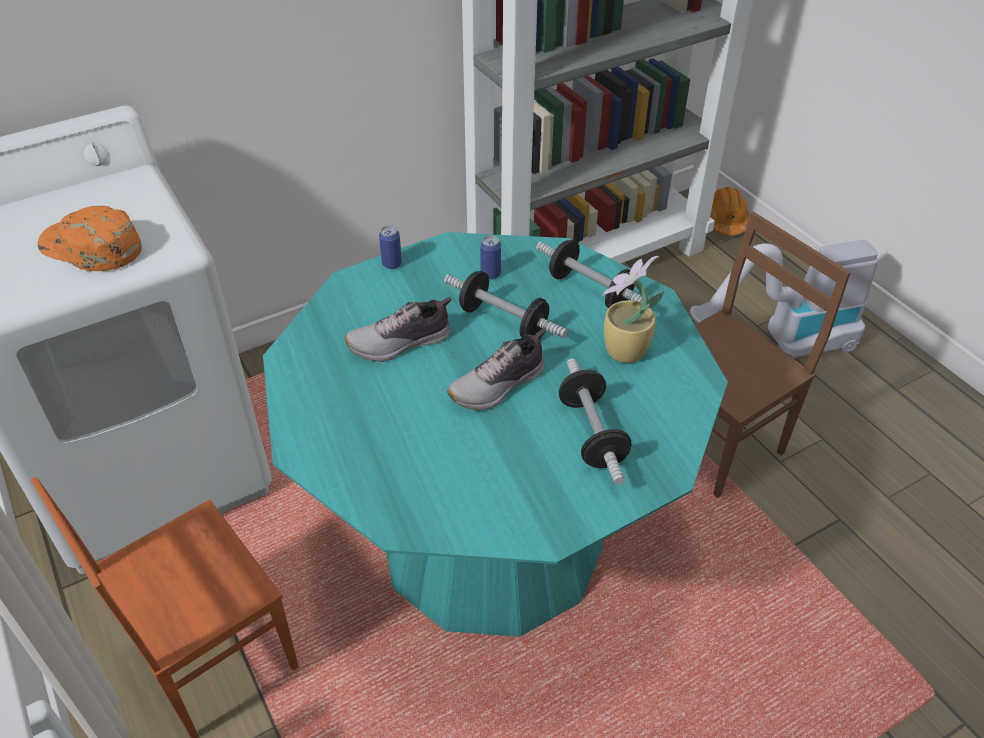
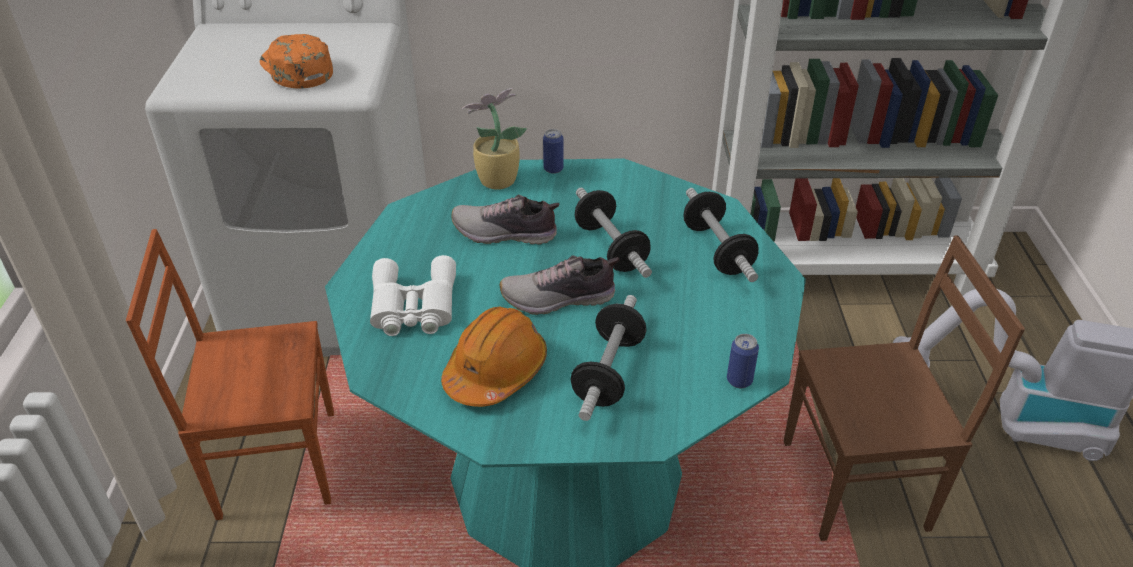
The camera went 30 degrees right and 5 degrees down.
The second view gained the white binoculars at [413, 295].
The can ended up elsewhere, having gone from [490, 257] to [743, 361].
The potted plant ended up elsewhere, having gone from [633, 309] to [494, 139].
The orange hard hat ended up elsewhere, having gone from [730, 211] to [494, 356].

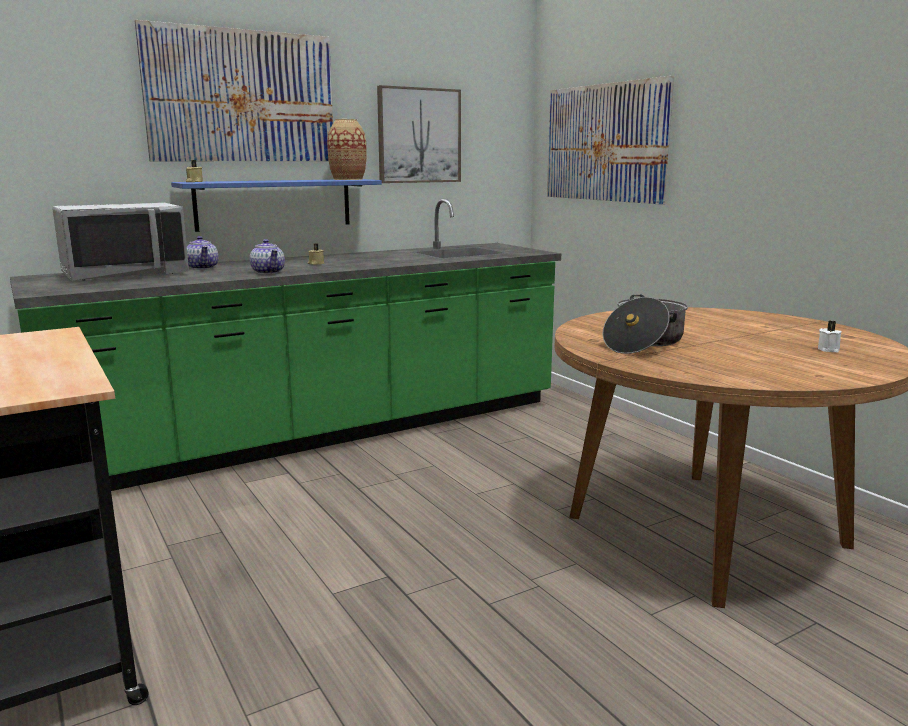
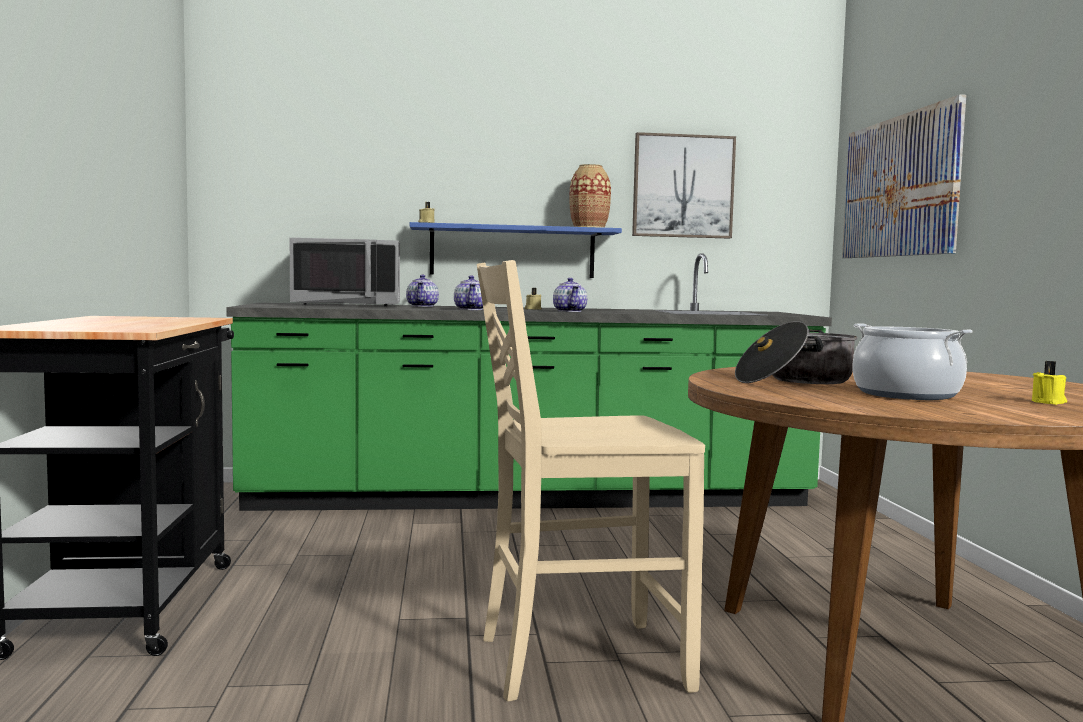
The camera went 25 degrees right and 10 degrees down.
The second view lost the picture at [234, 91].
The second view gained the beige chair at [591, 481].
The second view gained the teapot at [570, 295].
The second view gained the cooking pot at [912, 361].
What was the white candle at [830, 337] turned into the yellow candle at [1049, 383].

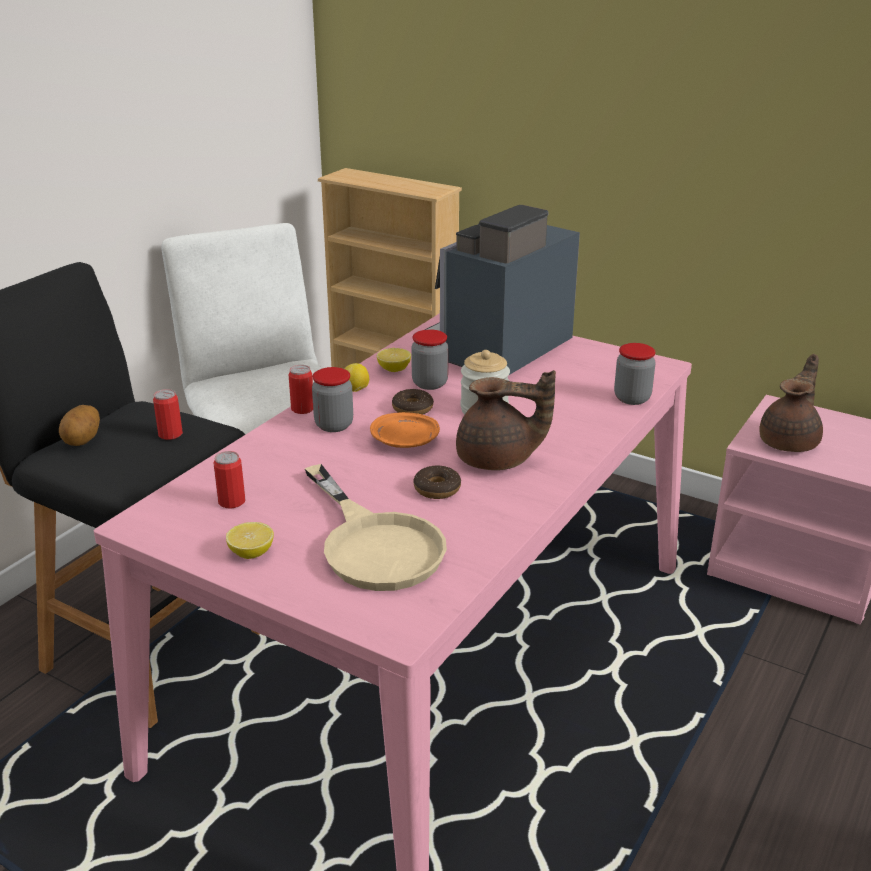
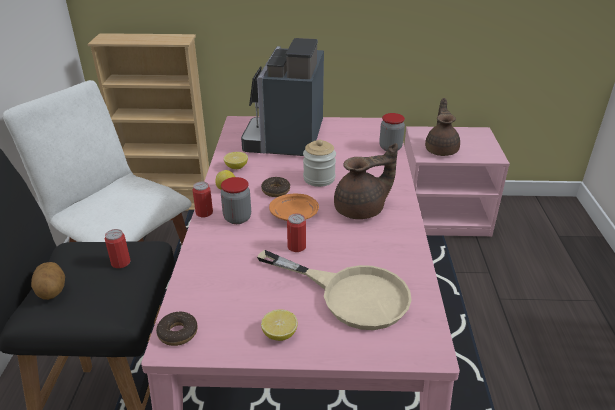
The camera went 30 degrees left and 5 degrees up.
The second view lost the jar at [429, 359].
The can ended up elsewhere, having gone from [230, 480] to [296, 233].
The donut ended up elsewhere, having gone from [437, 482] to [177, 329].

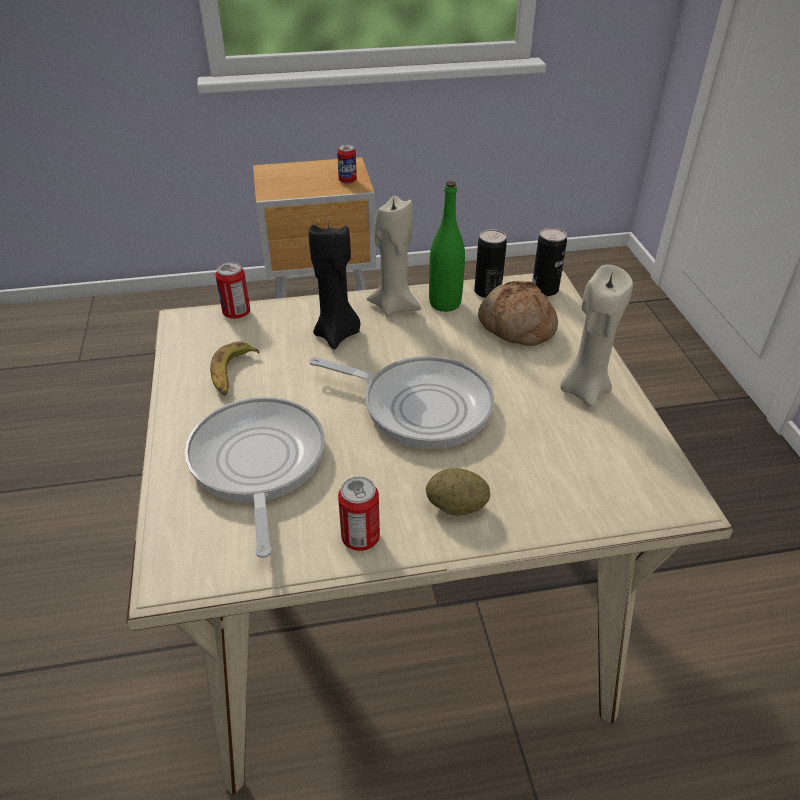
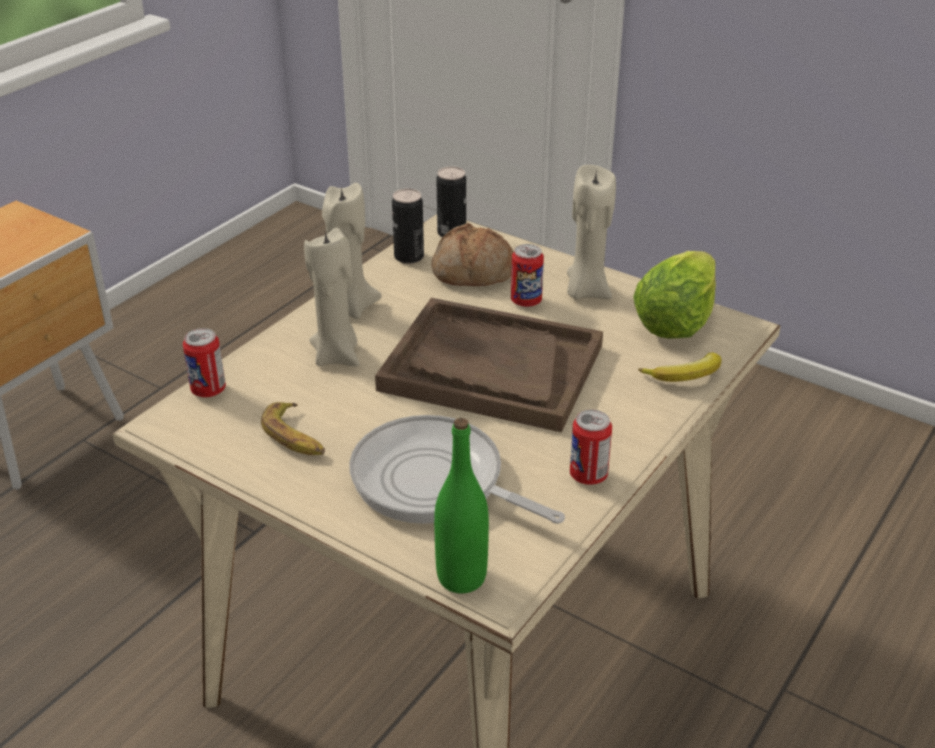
The camera went 45 degrees left and 5 degrees down.
The second view lost the potato at [458, 492].
The second view gained the lettuce at [674, 295].
The second view gained the banana at [679, 367].
The can ended up elsewhere, having gone from [347, 164] to [527, 275].
The green bottle ended up elsewhere, having gone from [447, 246] to [461, 505].
Where the frying pan stood at [401, 402], the brown tray came to stand at [489, 365].
What was the black candle at [334, 285] turned into the beige candle at [332, 297].

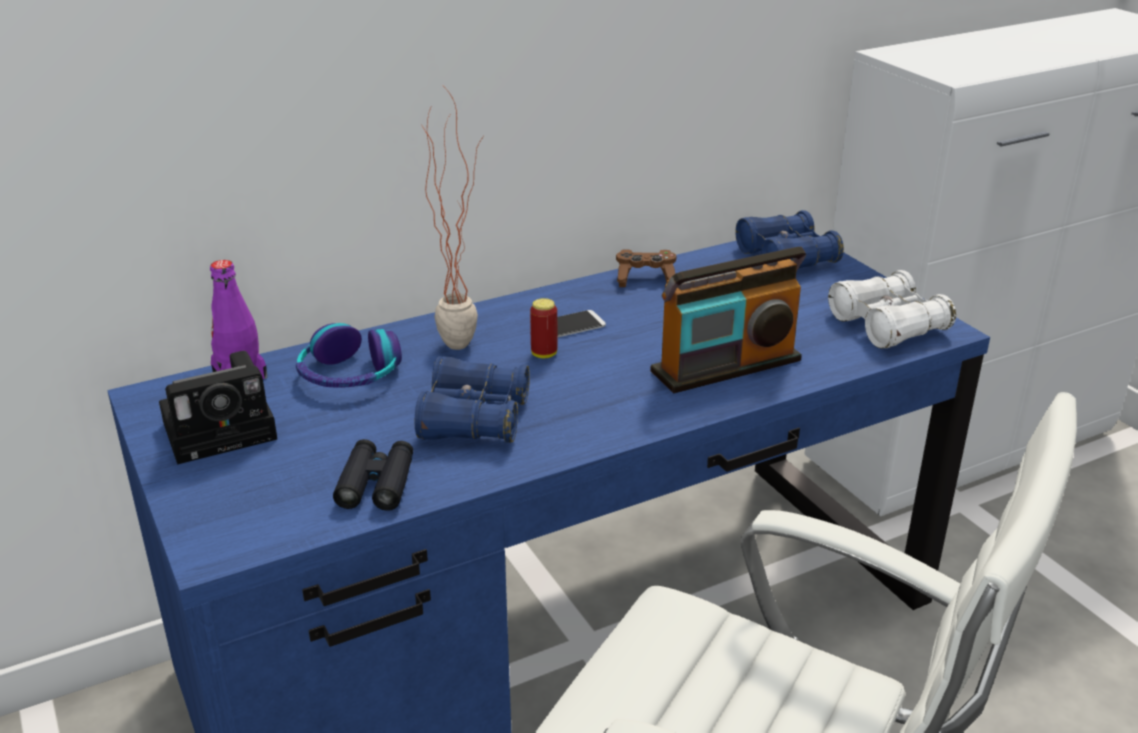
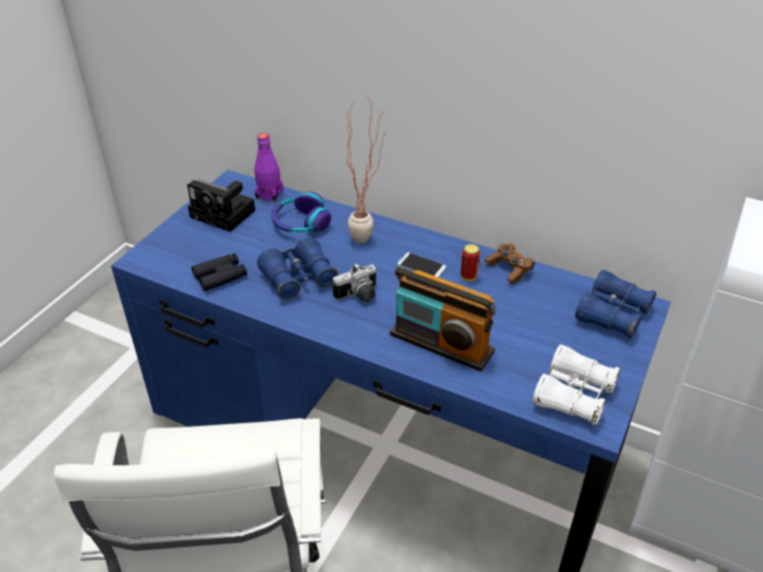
The camera went 55 degrees right and 10 degrees up.
The second view gained the photo camera at [354, 282].
The can ended up elsewhere, having gone from [543, 328] to [470, 262].

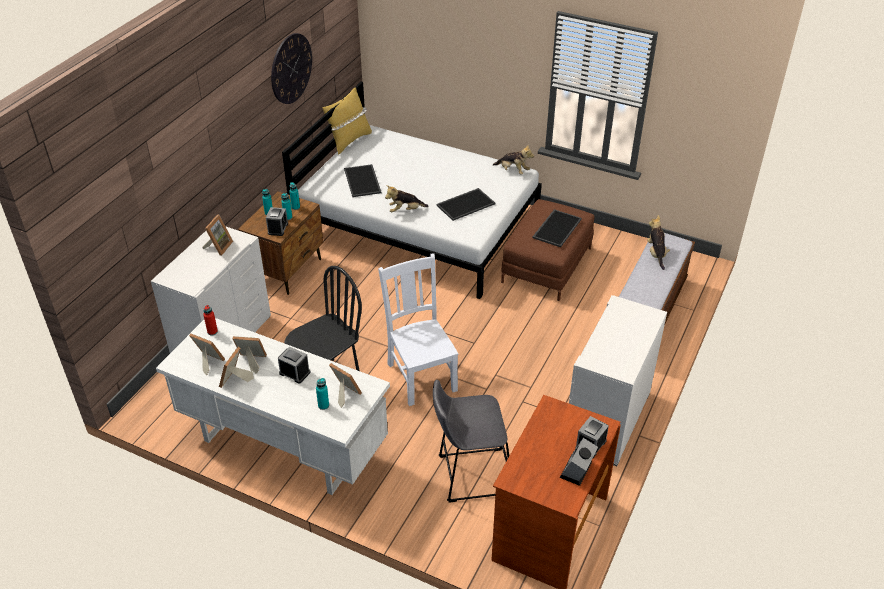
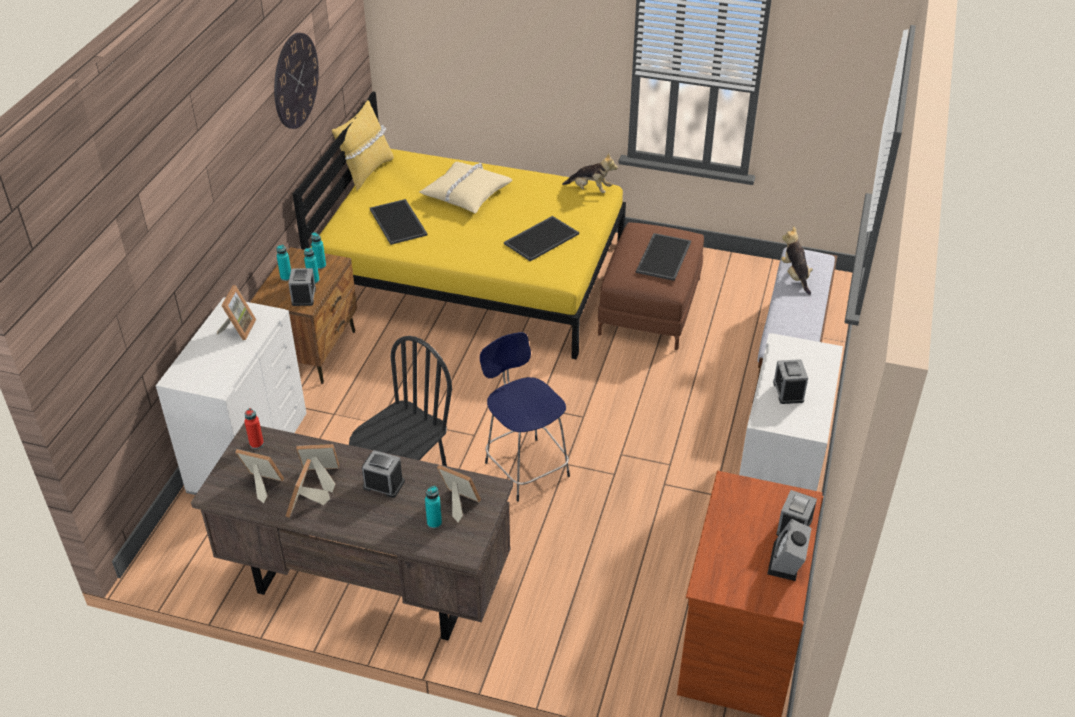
The camera went 10 degrees left and 0 degrees up.
The second view lost the plush toy at [406, 198].
The second view lost the grey stool at [471, 441].
The second view gained the beige pillow at [466, 187].
The second view gained the alarm clock at [790, 381].
Where the white chair stood at [418, 329], the blue stool came to stand at [525, 416].
What was the white desk at [273, 406] turned into the brown desk at [352, 531].
What was the white bed at [412, 190] turned into the yellow bed at [459, 225].

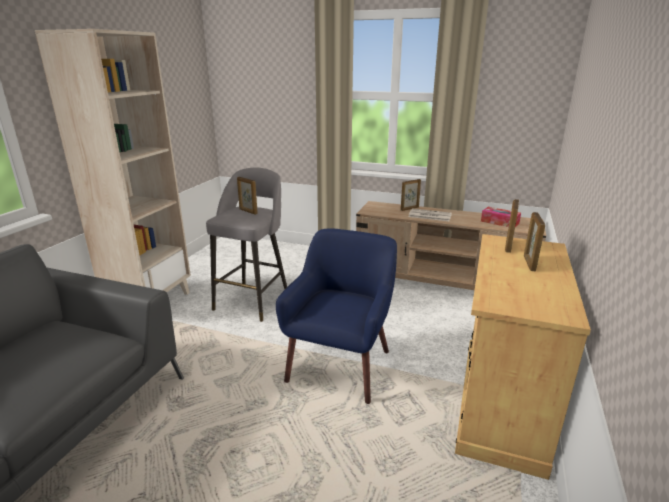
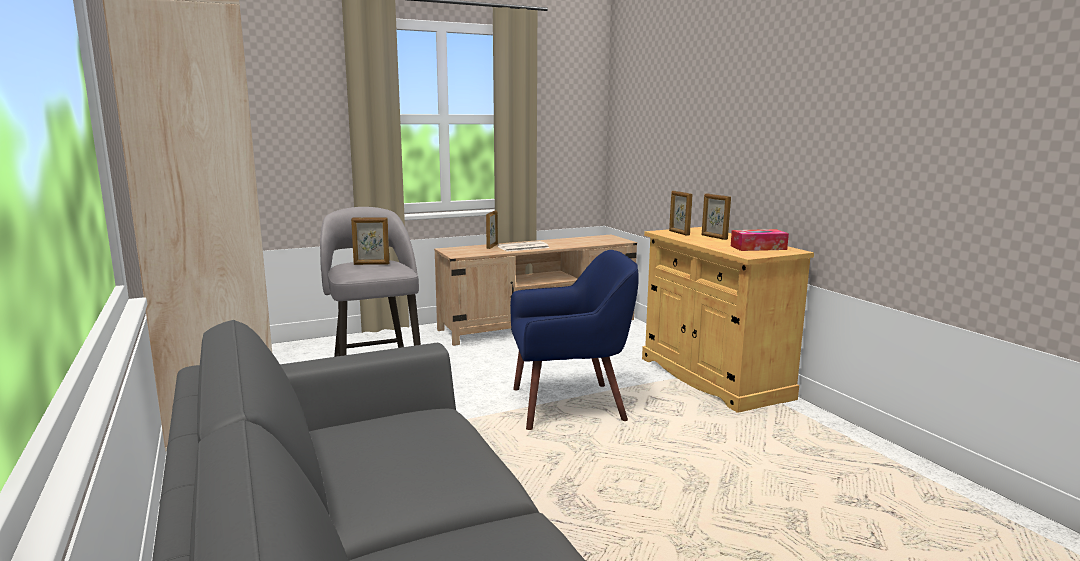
The camera went 45 degrees left and 10 degrees down.
The tissue box ended up elsewhere, having gone from [501, 217] to [760, 240].
The blue armchair at [336, 316] ended up facing another way, 105 degrees clockwise from before.

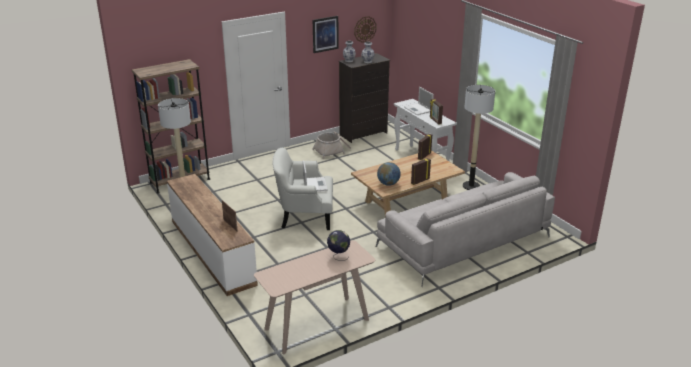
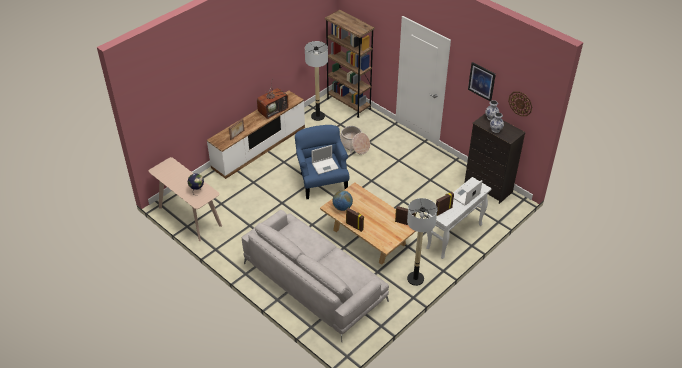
The camera went 75 degrees right and 15 degrees up.
The second view gained the television at [273, 101].
The basket ended up elsewhere, having gone from [331, 145] to [355, 140].
What was the white armchair at [302, 189] turned into the blue armchair at [322, 162].

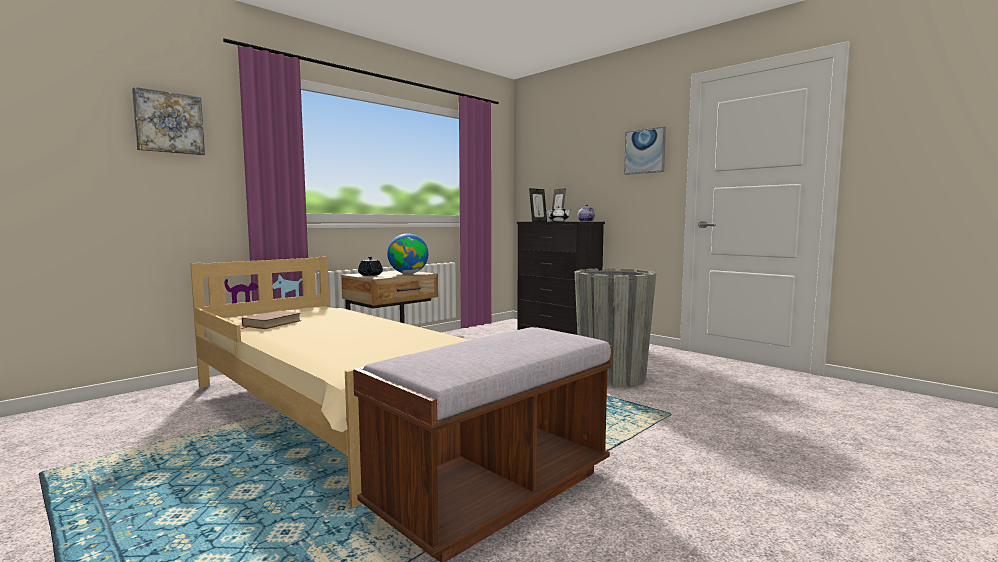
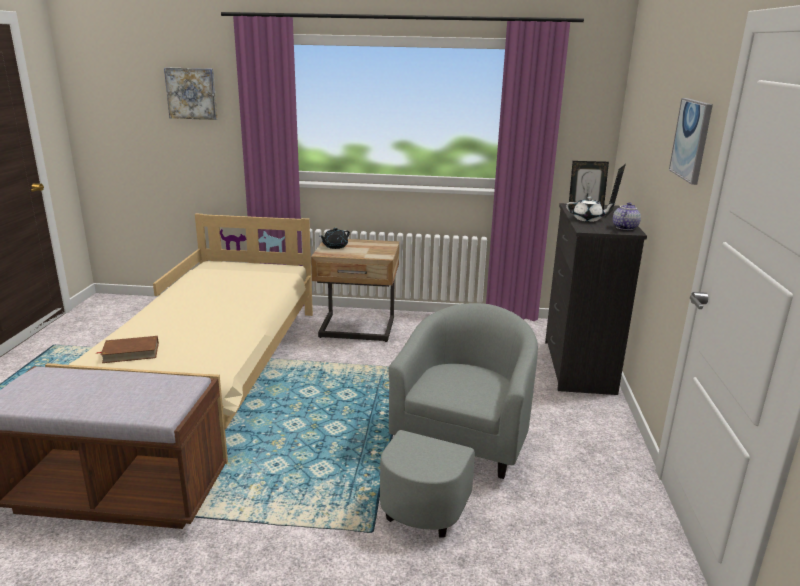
The camera went 50 degrees right and 15 degrees up.
The second view lost the globe at [407, 254].
The brown book ended up elsewhere, having gone from [271, 320] to [128, 349].
Where the grey planter stood at [615, 327], the grey armchair came to stand at [459, 420].

